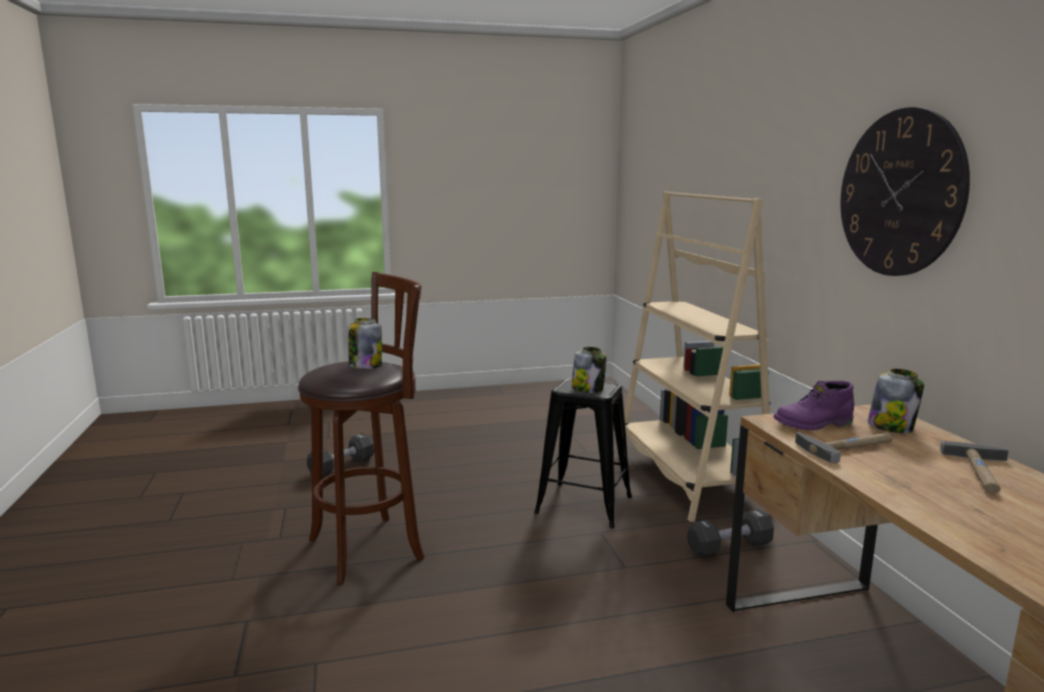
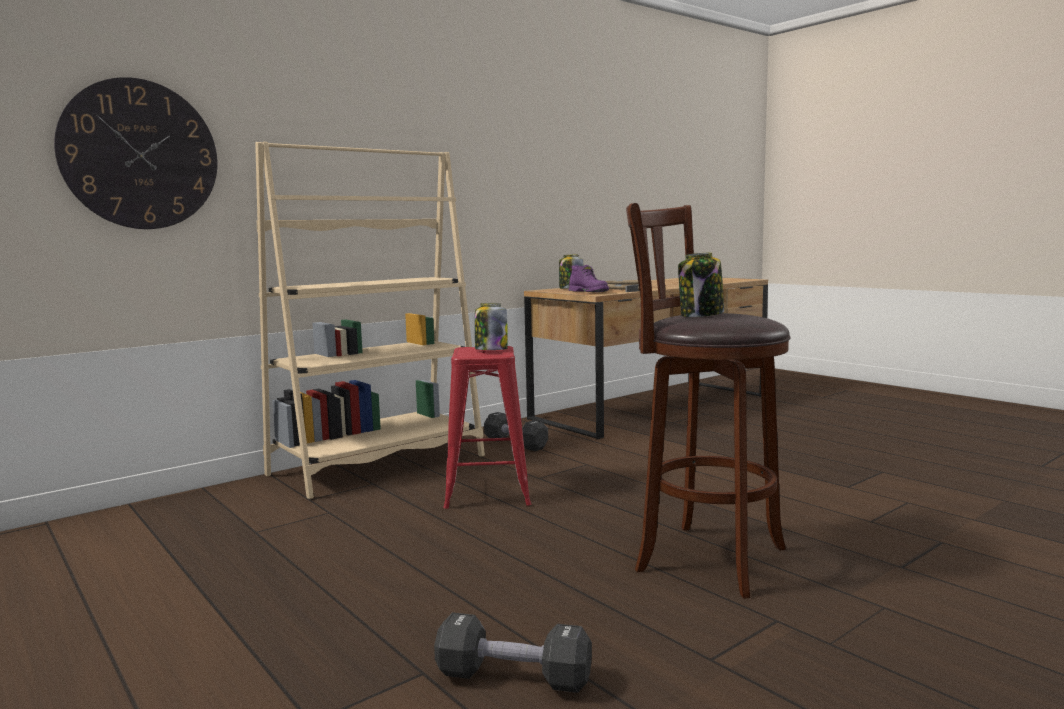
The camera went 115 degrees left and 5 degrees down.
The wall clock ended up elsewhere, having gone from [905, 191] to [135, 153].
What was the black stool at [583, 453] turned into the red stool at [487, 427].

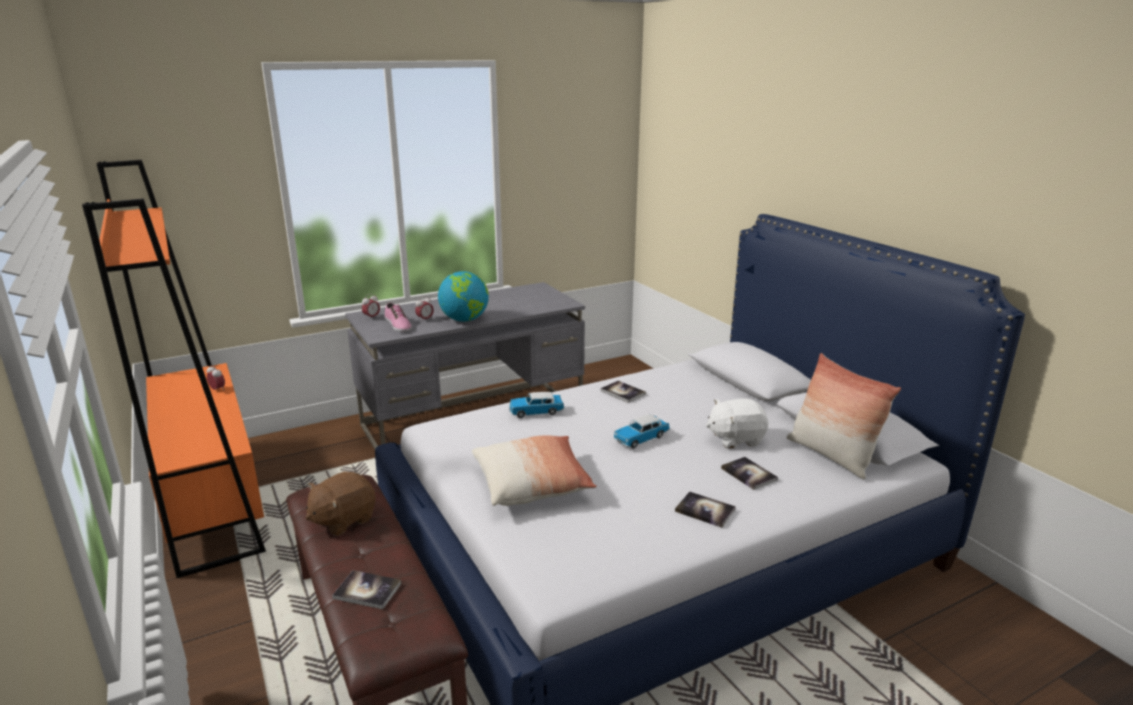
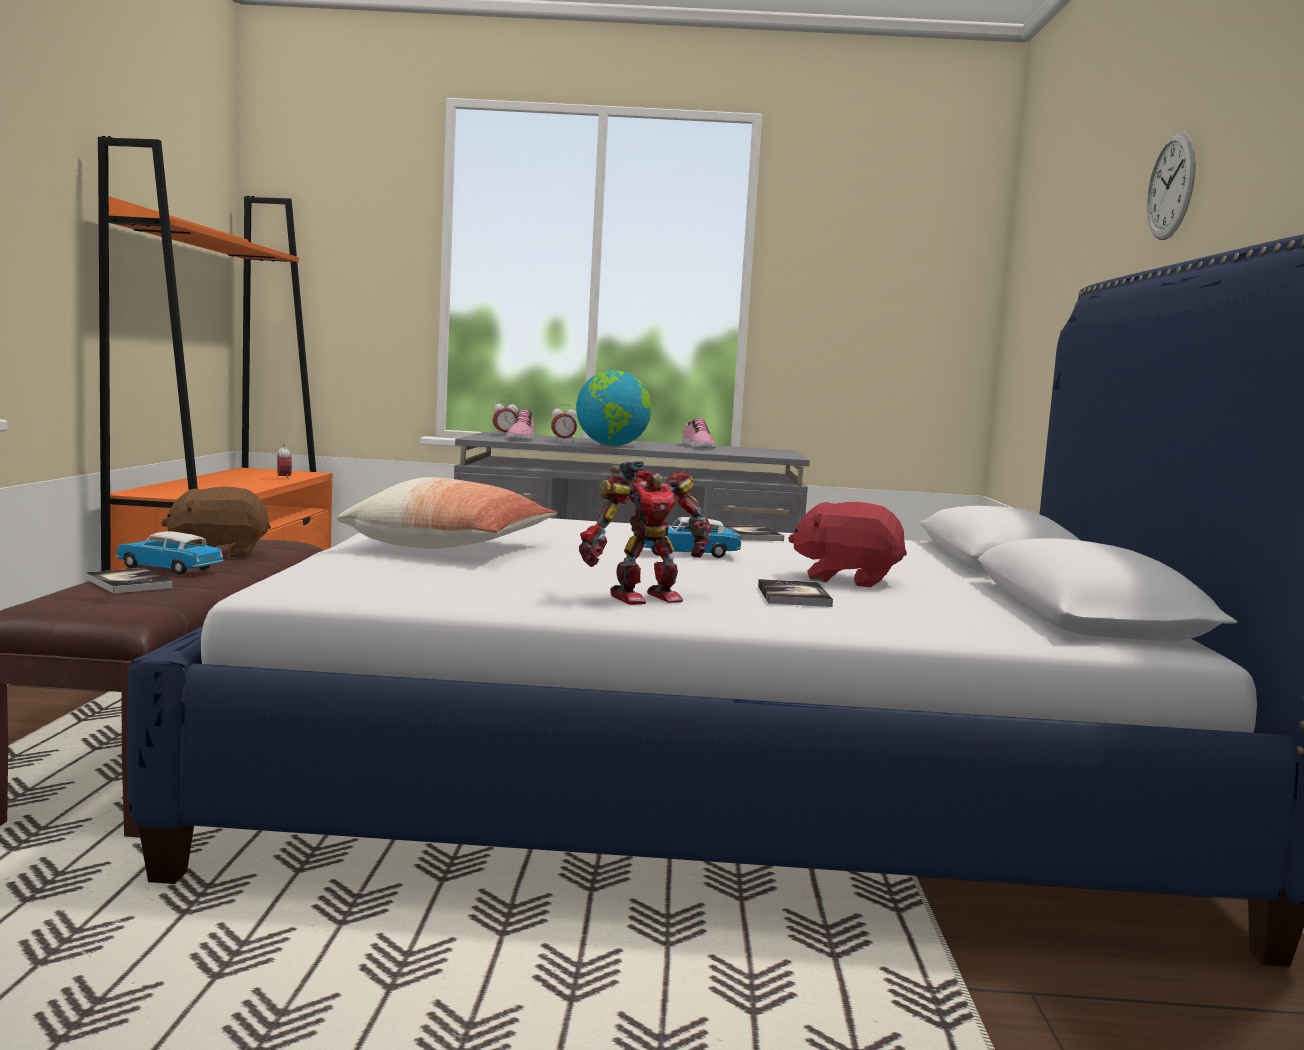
The camera went 30 degrees right and 15 degrees down.
The second view lost the pillow at [844, 416].
The second view gained the shoe at [699, 433].
The second view gained the wall clock at [1171, 186].
The toy car ended up elsewhere, having gone from [536, 405] to [170, 553].
Where the book stood at [705, 509], the toy robot came to stand at [645, 532].
What was the white plush toy at [737, 423] turned into the red plush toy at [847, 544].

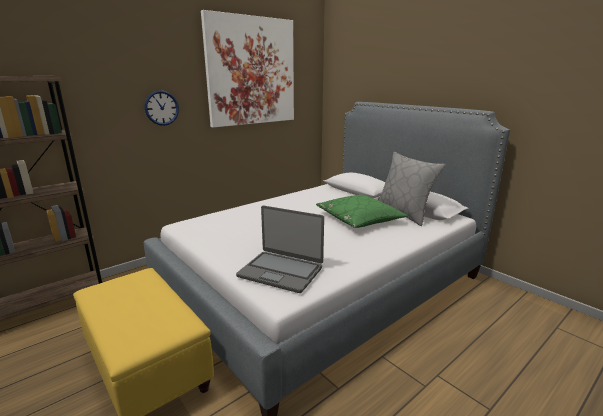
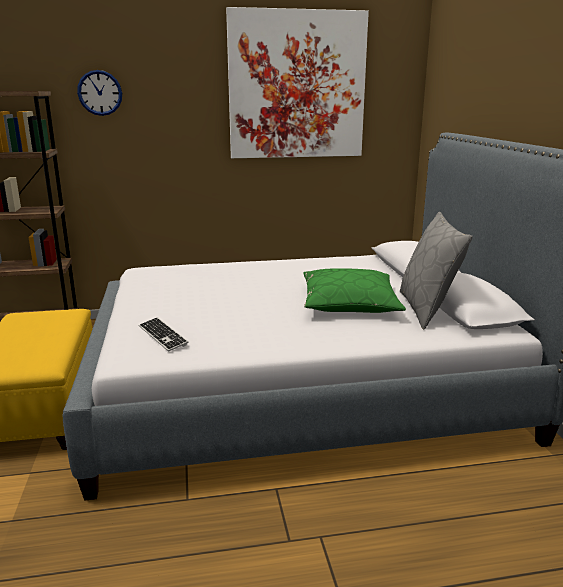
The camera went 30 degrees right and 0 degrees up.
The wall clock ended up elsewhere, having gone from [161, 108] to [99, 93].
Where the laptop stood at [280, 249], the keyboard came to stand at [164, 334].

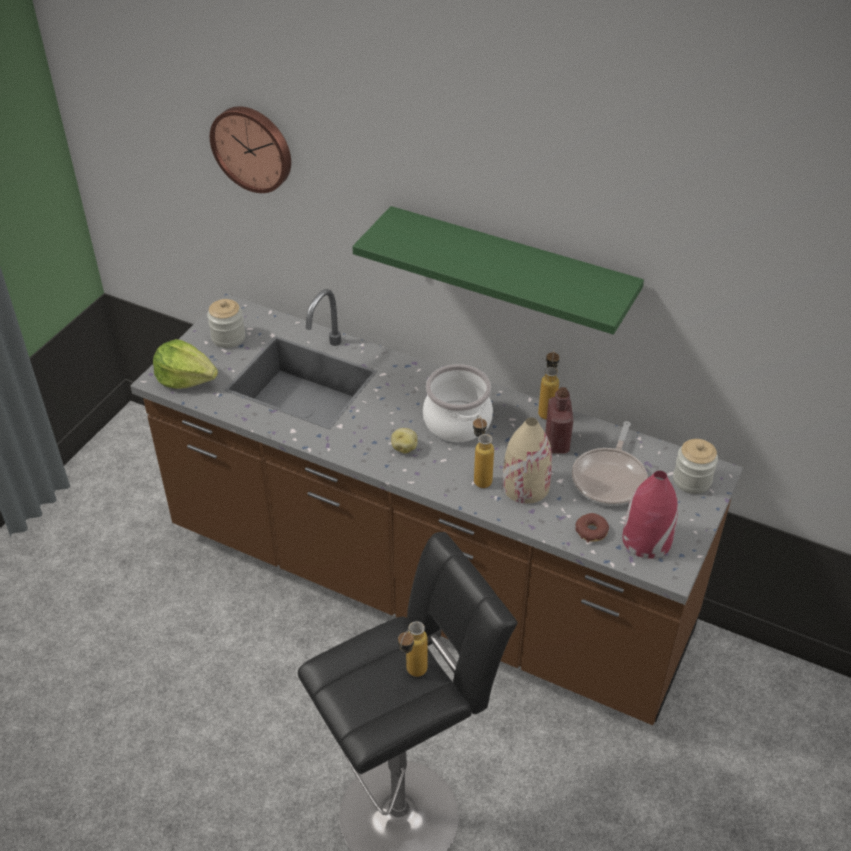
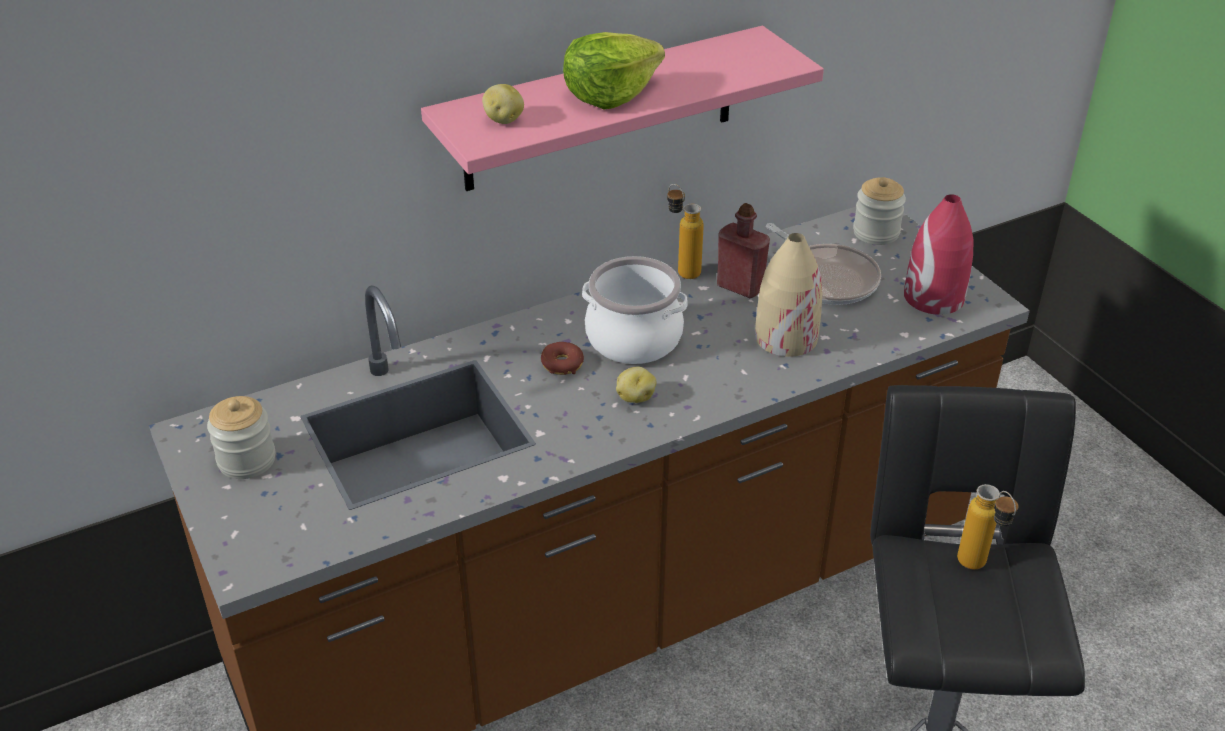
The camera went 55 degrees left and 5 degrees down.
The second view lost the wall clock at [250, 149].
The second view lost the bottle at [483, 451].
The second view gained the potato at [503, 104].
The lettuce ended up elsewhere, having gone from [185, 364] to [614, 70].
The donut ended up elsewhere, having gone from [592, 528] to [562, 358].
What was the green shelf at [498, 270] turned into the pink shelf at [622, 108].

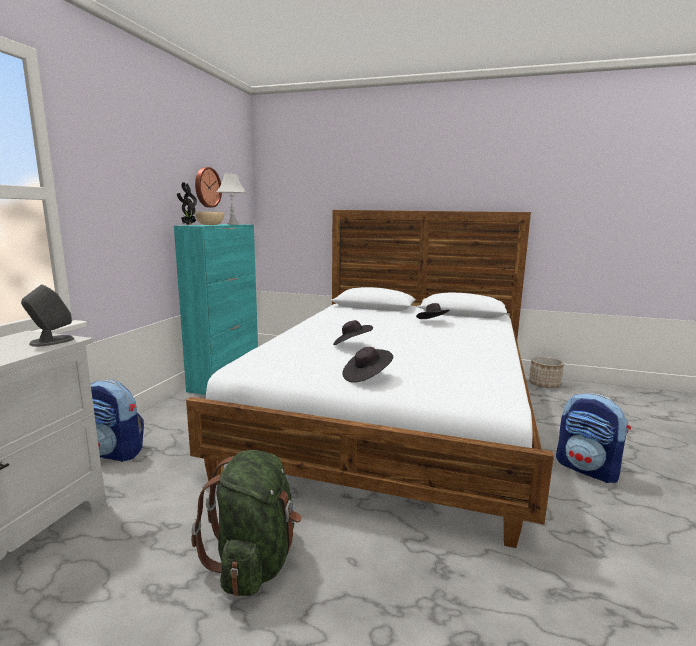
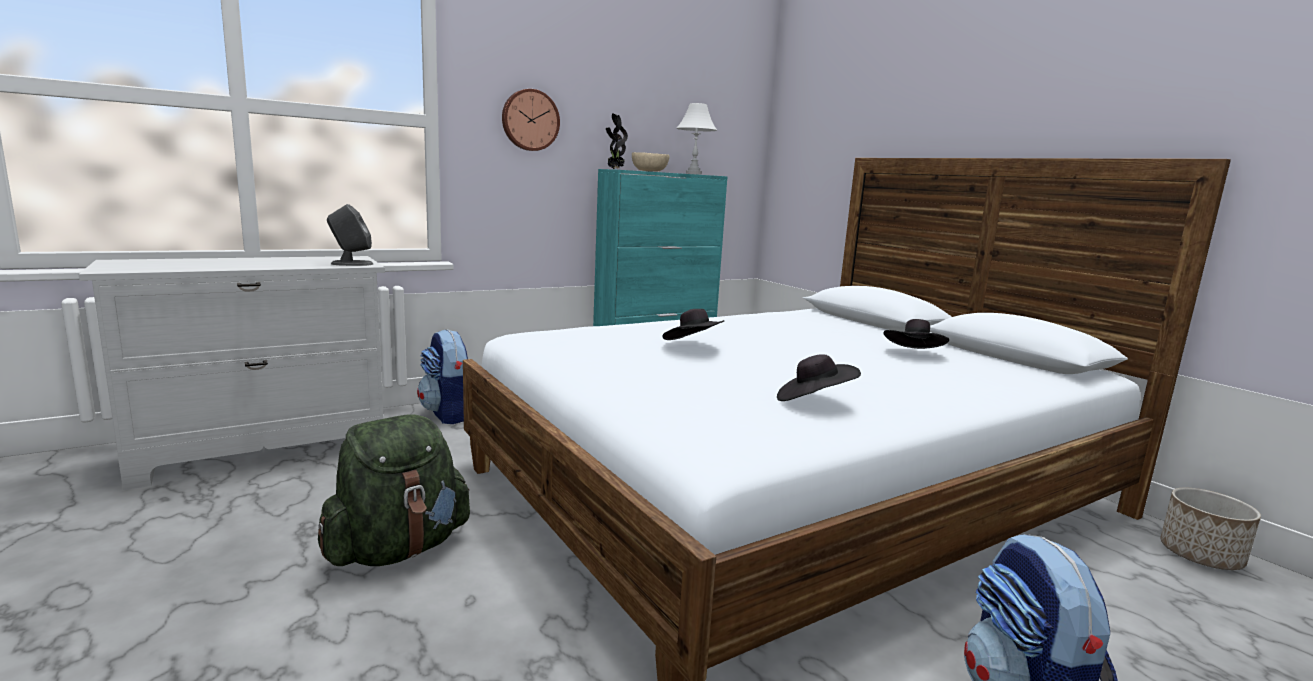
The camera went 40 degrees right and 0 degrees up.
The wall clock ended up elsewhere, having gone from [208, 187] to [531, 120].
The black hat ended up elsewhere, having gone from [367, 365] to [819, 377].

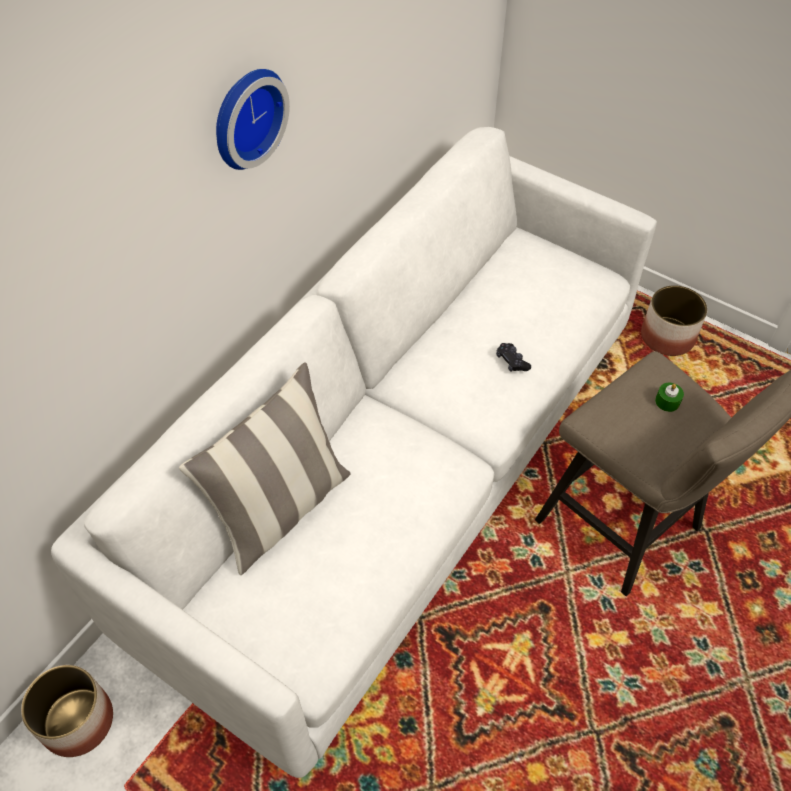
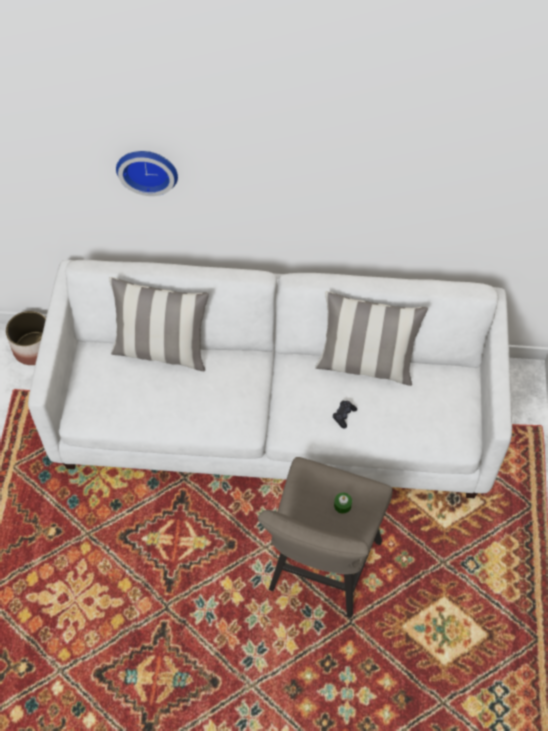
The camera went 60 degrees right and 5 degrees up.
The second view lost the planter at [674, 320].
The second view gained the pillow at [371, 338].
The wall clock ended up elsewhere, having gone from [253, 119] to [147, 173].

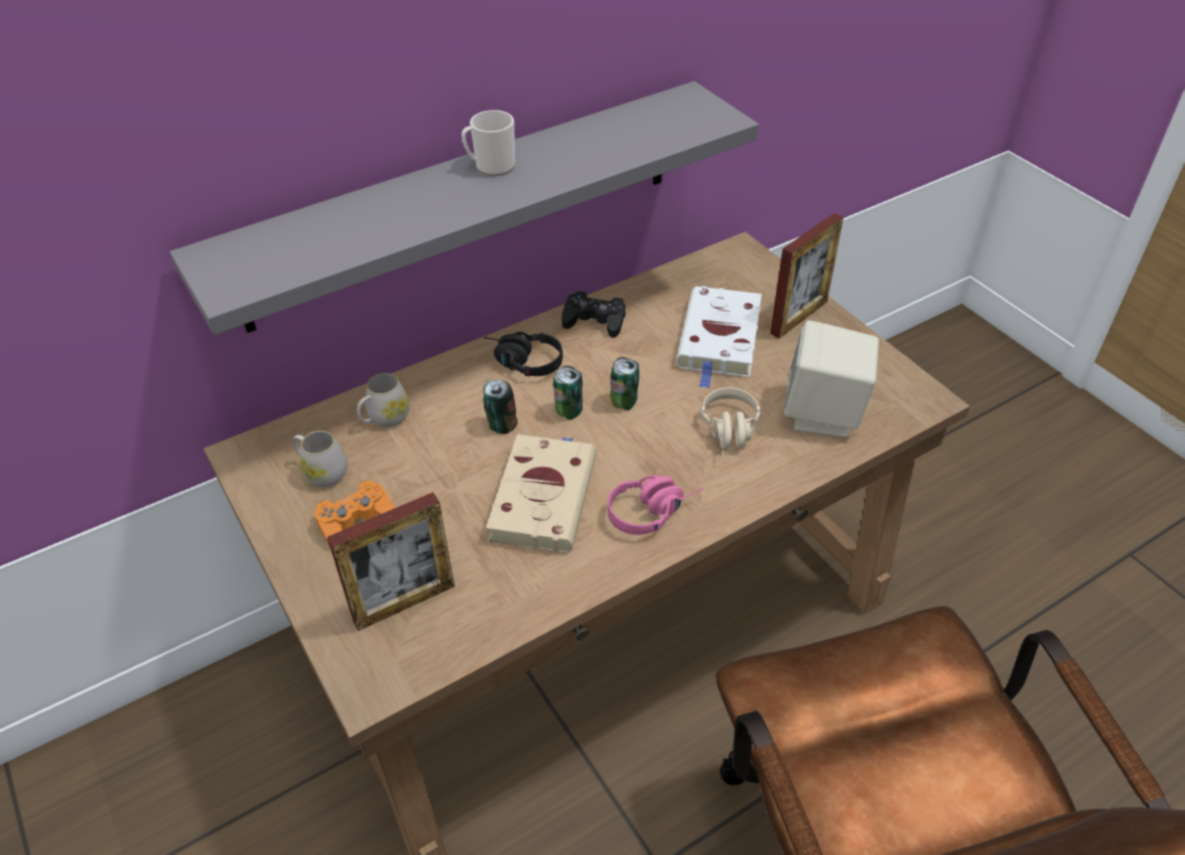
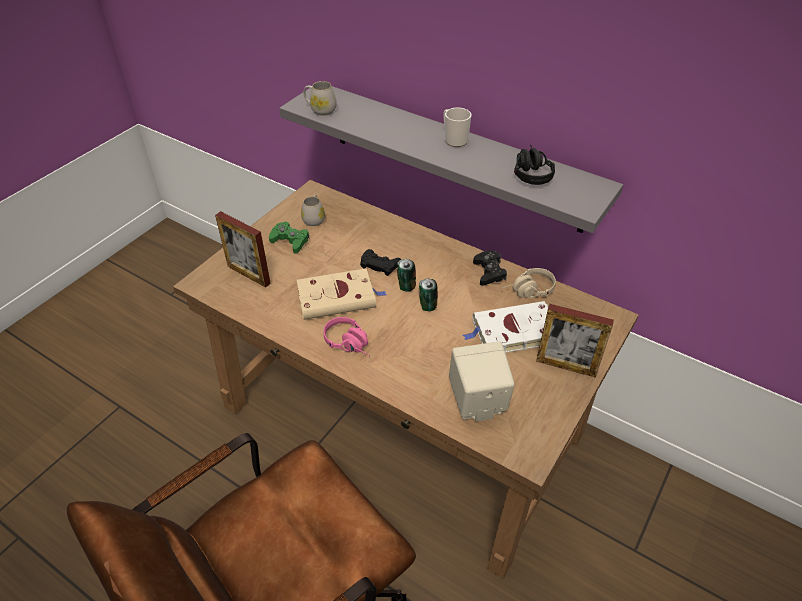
The camera went 65 degrees right and 0 degrees up.
The white mug ended up elsewhere, having gone from [383, 400] to [320, 98].
The black headphones ended up elsewhere, having gone from [523, 354] to [534, 165].
The beige headphones ended up elsewhere, having gone from [730, 422] to [529, 283].
Where the can stood at [500, 406], the black game controller came to stand at [381, 262].
What was the orange game controller at [355, 513] turned into the green game controller at [289, 237].

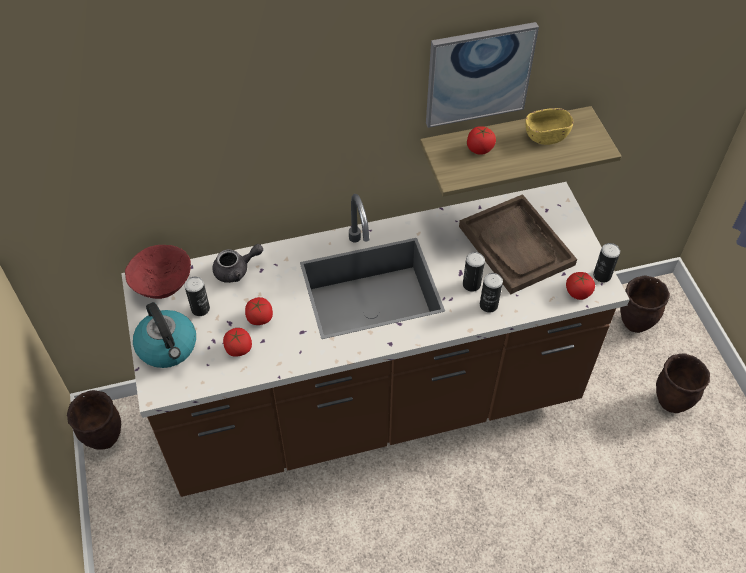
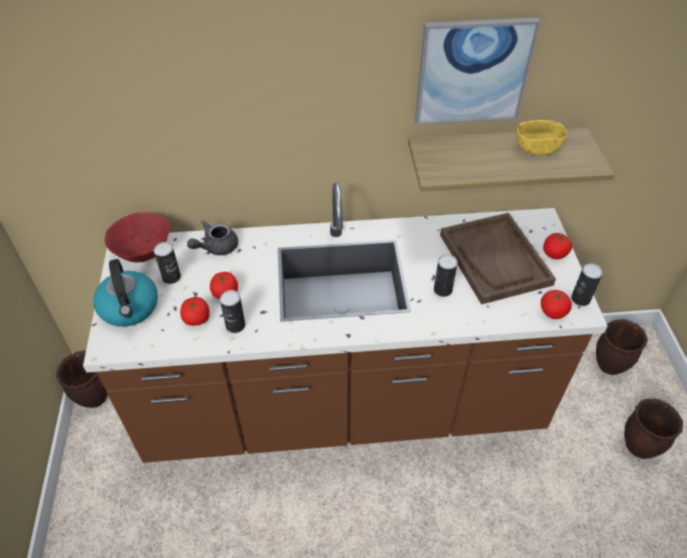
The camera went 10 degrees right and 5 degrees down.
The tomato ended up elsewhere, having gone from [481, 140] to [557, 246].
The can ended up elsewhere, having gone from [491, 293] to [232, 311].
The grey teapot at [237, 263] ended up facing another way, 150 degrees clockwise from before.

